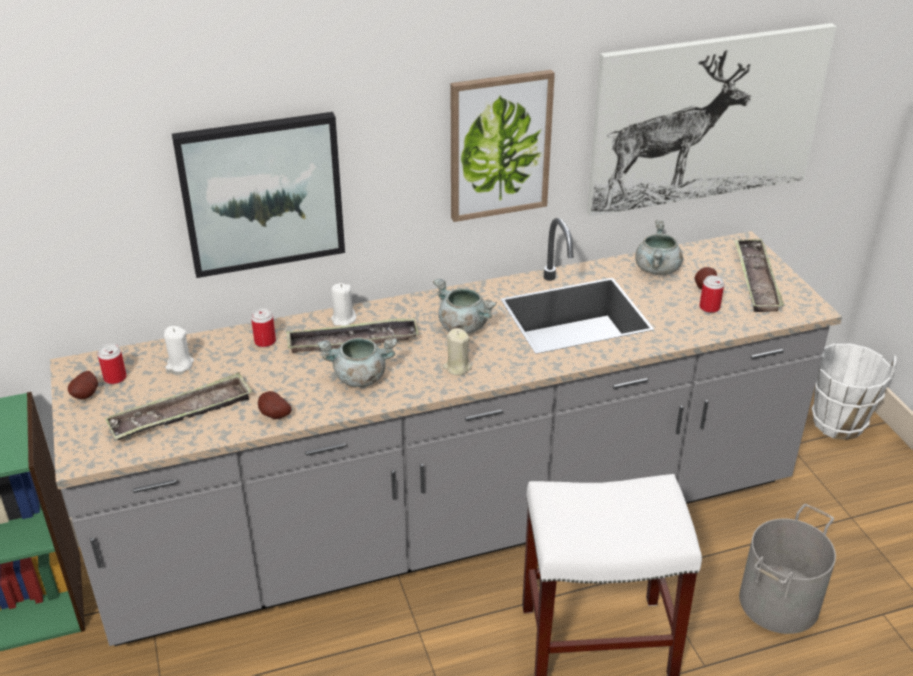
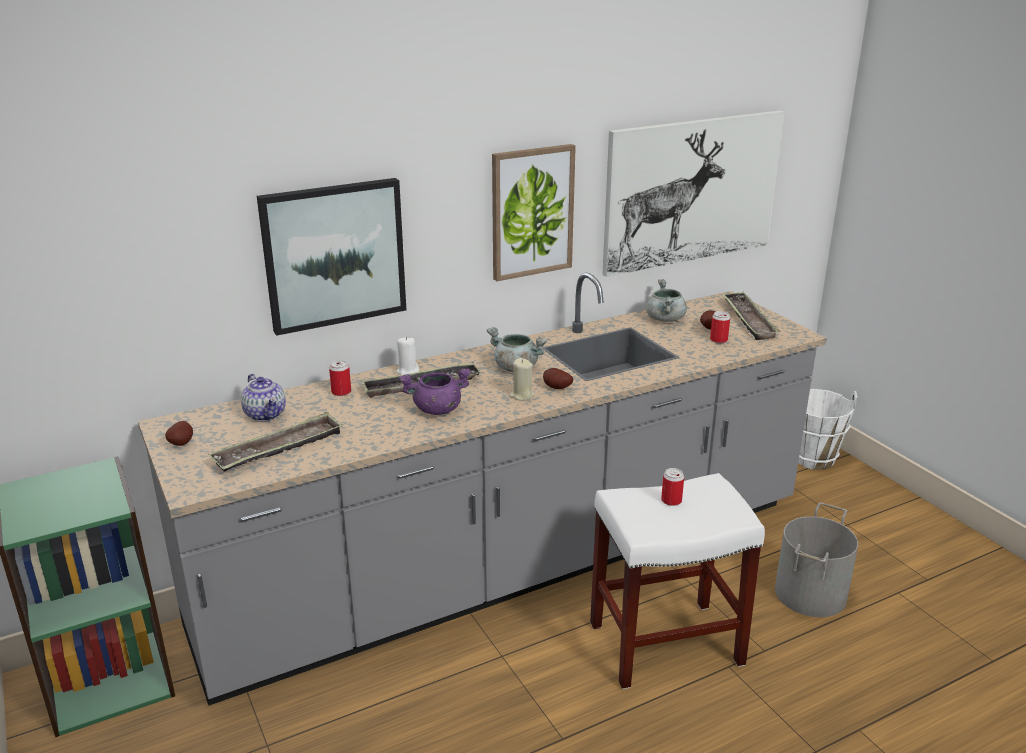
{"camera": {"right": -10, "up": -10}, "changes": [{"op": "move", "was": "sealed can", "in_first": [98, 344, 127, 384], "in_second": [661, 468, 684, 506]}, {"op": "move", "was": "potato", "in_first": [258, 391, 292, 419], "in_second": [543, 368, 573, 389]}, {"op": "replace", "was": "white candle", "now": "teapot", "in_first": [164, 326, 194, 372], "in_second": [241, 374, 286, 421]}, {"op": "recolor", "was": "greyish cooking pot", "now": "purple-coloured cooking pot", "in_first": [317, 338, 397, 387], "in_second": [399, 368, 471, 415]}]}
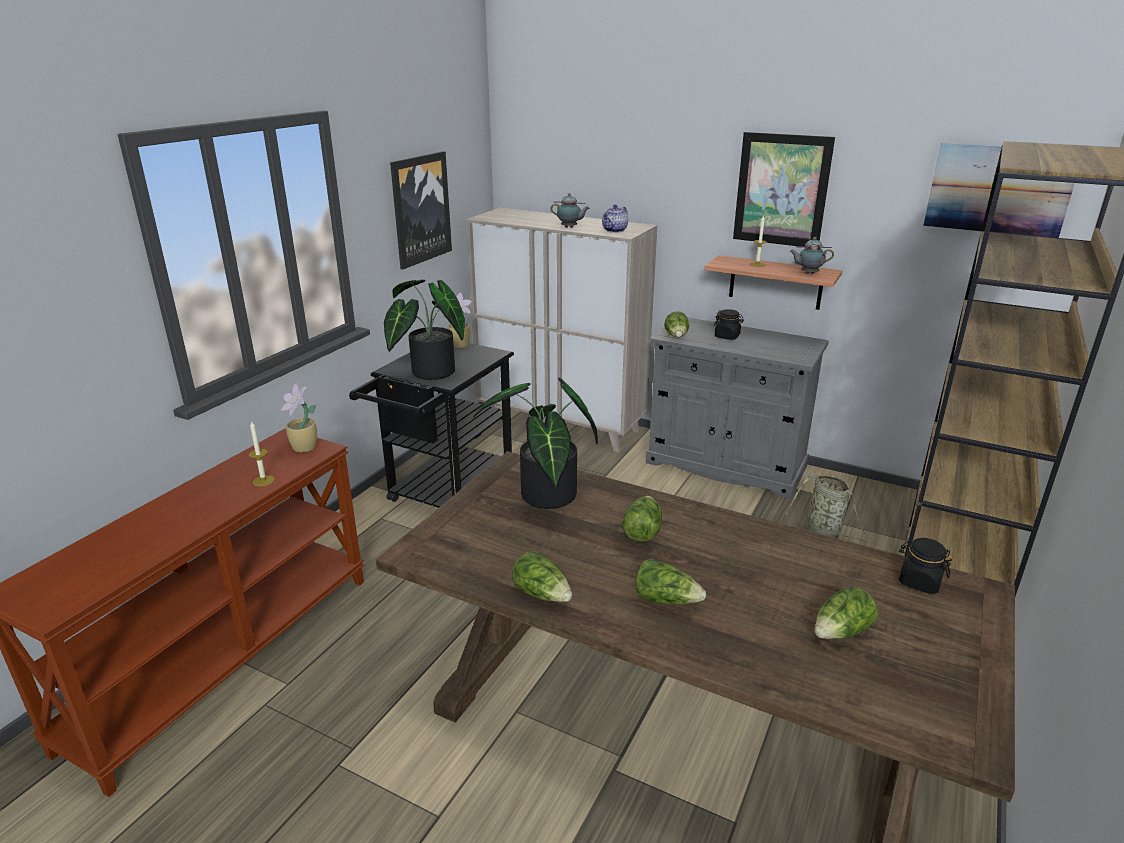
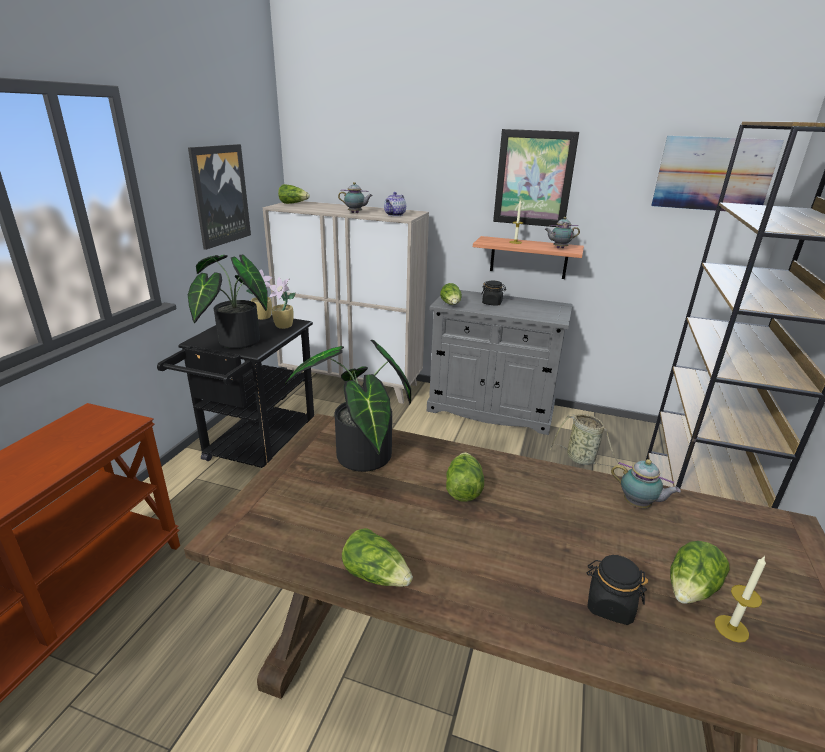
{"camera": {"right": -10, "up": 0}, "changes": [{"op": "insert", "now": "teapot", "in_second": [611, 459, 681, 508]}, {"op": "move", "was": "candle", "in_first": [249, 421, 275, 486], "in_second": [714, 555, 766, 643]}, {"op": "move", "was": "potted plant", "in_first": [280, 383, 317, 452], "in_second": [269, 277, 296, 329]}, {"op": "move", "was": "head of lettuce", "in_first": [636, 559, 706, 605], "in_second": [278, 184, 310, 204]}, {"op": "move", "was": "blackish storage jar", "in_first": [899, 538, 952, 594], "in_second": [587, 555, 648, 625]}]}
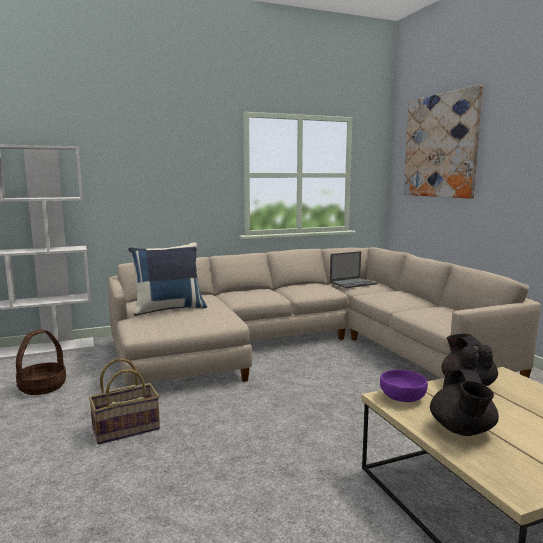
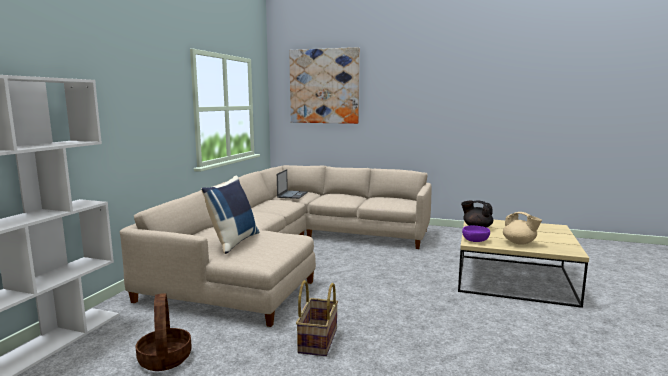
{"camera": {"right": -50, "up": 0}, "changes": [{"op": "recolor", "was": "blackish teapot", "now": "sand-coloured teapot", "in_first": [430, 369, 499, 436], "in_second": [503, 212, 542, 245]}]}
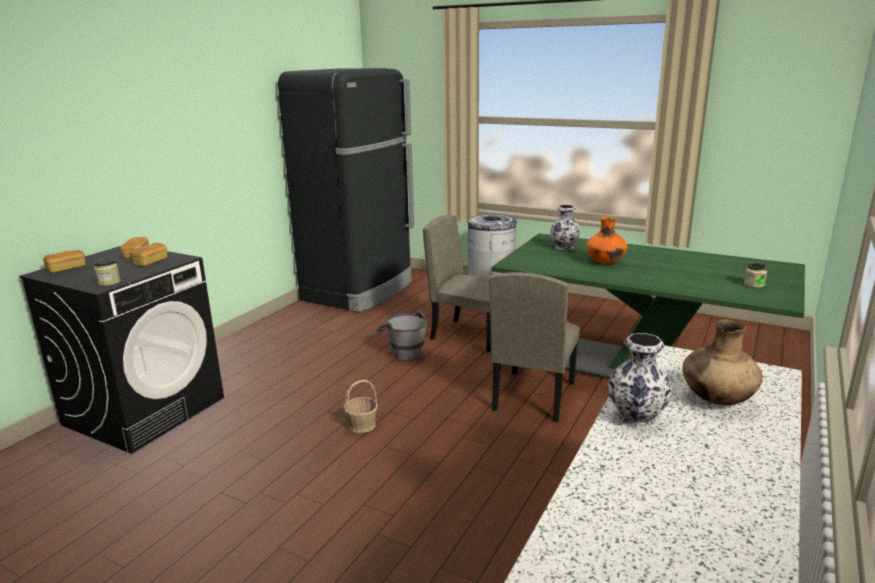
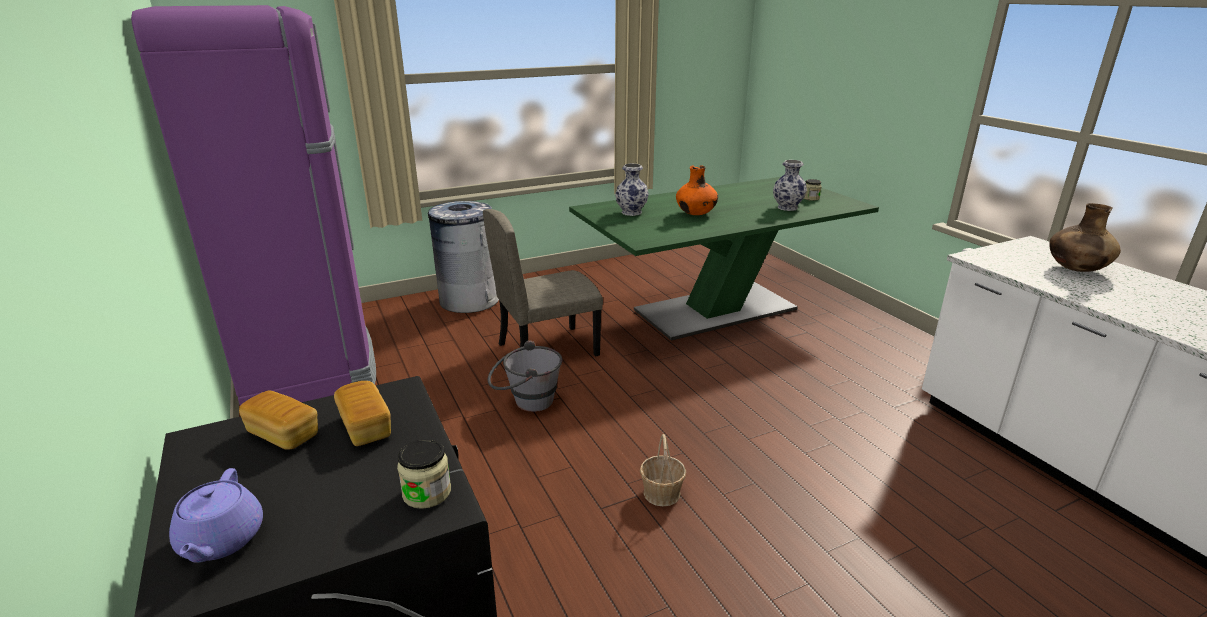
{"camera": {"right": -55, "up": 5}, "changes": [{"op": "delete", "was": "sand-coloured chair", "in_first": [490, 272, 580, 422]}, {"op": "move", "was": "vase", "in_first": [607, 333, 673, 429], "in_second": [773, 160, 807, 211]}, {"op": "replace", "was": "bakery bread", "now": "purple-coloured teapot", "in_first": [43, 250, 86, 273], "in_second": [169, 468, 263, 563]}, {"op": "recolor", "was": "blackish refrigerator", "now": "purple-coloured refrigerator", "in_first": [278, 68, 414, 312], "in_second": [131, 5, 376, 405]}]}
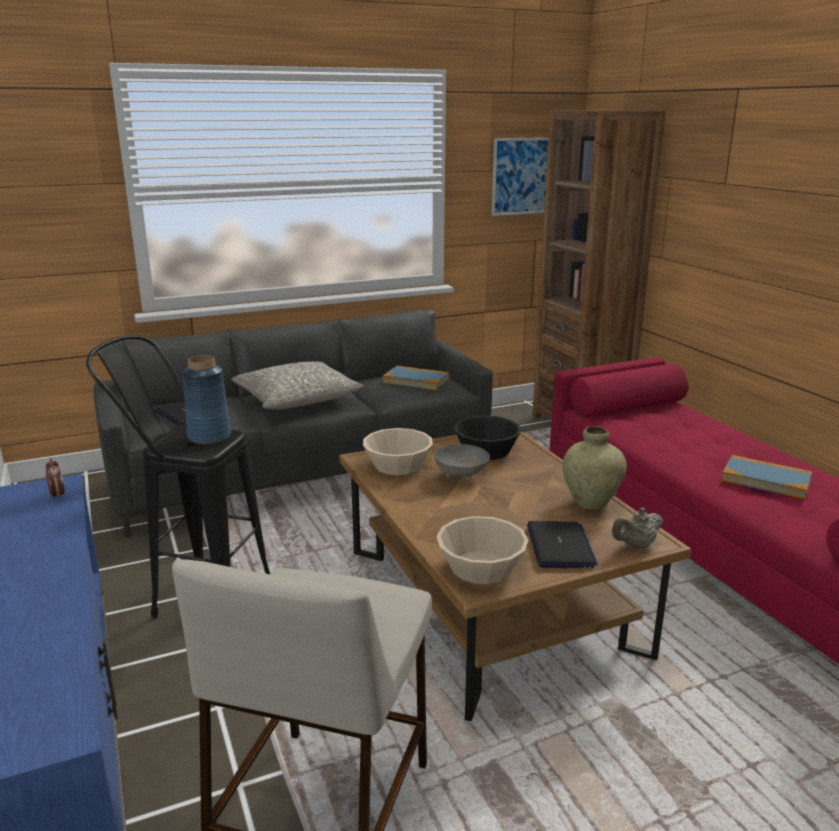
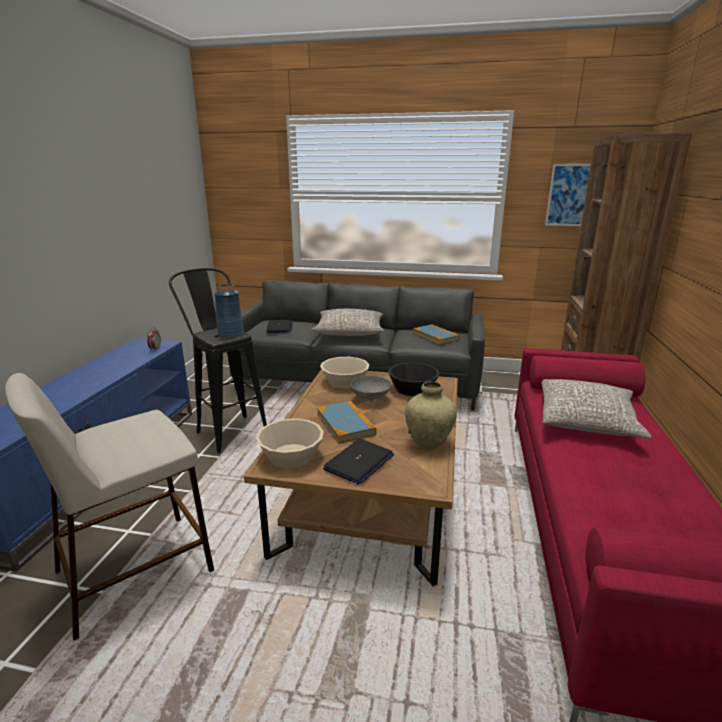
{"camera": {"right": 35, "up": 0}, "changes": [{"op": "delete", "was": "sand-coloured teapot", "in_first": [612, 508, 663, 548]}, {"op": "insert", "now": "greyish cushion", "in_second": [542, 379, 652, 439]}, {"op": "move", "was": "book", "in_first": [721, 455, 812, 499], "in_second": [317, 401, 377, 444]}]}
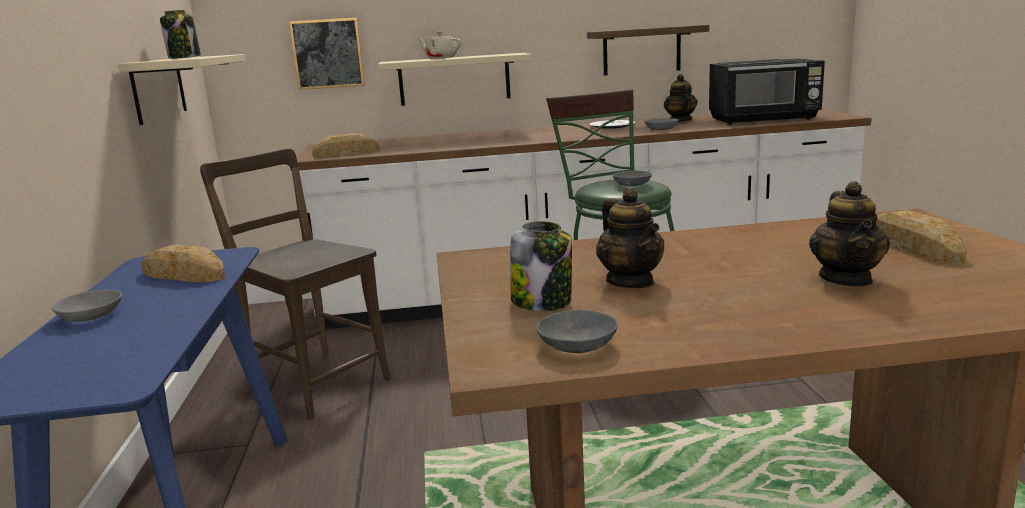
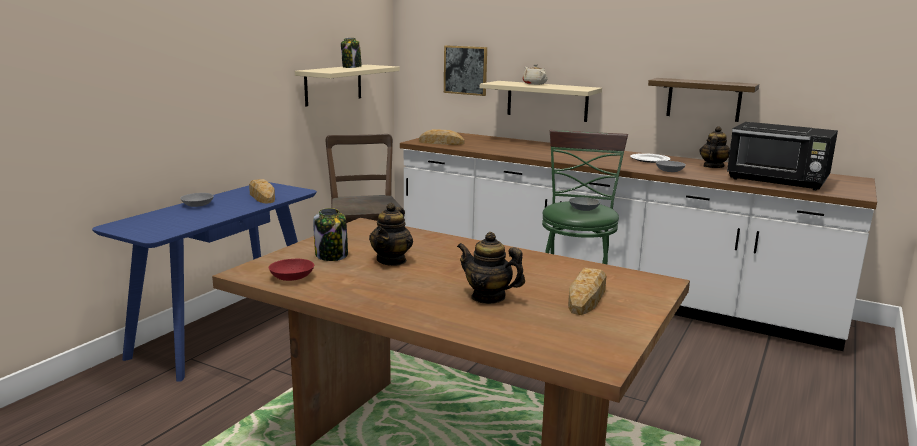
{"camera": {"right": 35, "up": 0}, "changes": [{"op": "recolor", "was": "greyish serving bowl", "now": "red-coloured serving bowl", "in_first": [536, 310, 618, 353], "in_second": [269, 259, 314, 281]}, {"op": "rotate", "was": "teapot", "in_first": [809, 181, 890, 287], "in_second": [457, 232, 525, 304], "clockwise": 75}]}
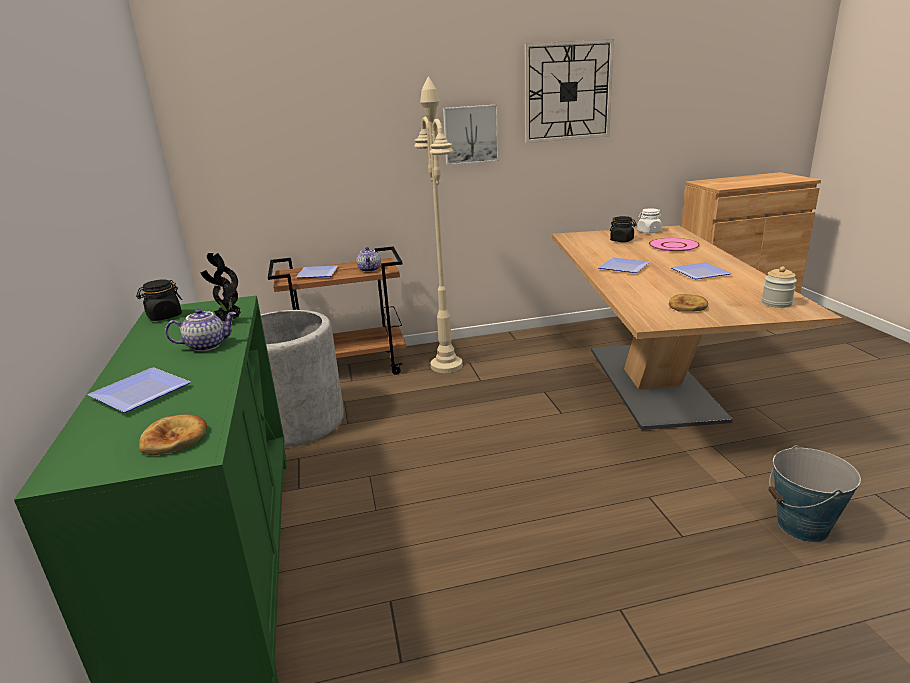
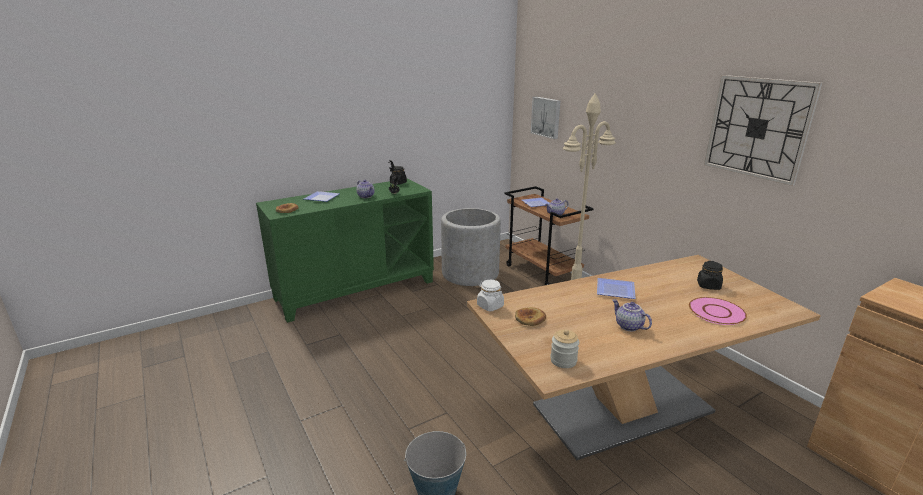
{"camera": {"right": 70, "up": 0}, "changes": [{"op": "move", "was": "wall picture", "in_first": [443, 105, 499, 165], "in_second": [531, 97, 560, 139]}, {"op": "move", "was": "white storage jar", "in_first": [637, 208, 662, 233], "in_second": [477, 280, 504, 311]}, {"op": "replace", "was": "dinner plate", "now": "teapot", "in_first": [671, 262, 732, 279], "in_second": [613, 299, 652, 331]}]}
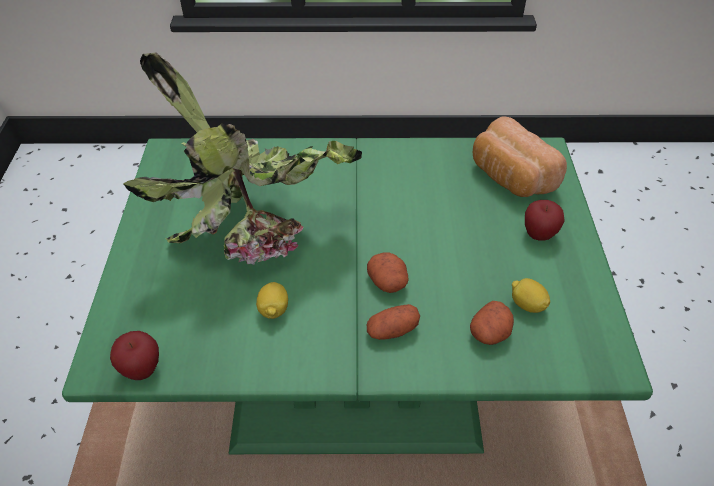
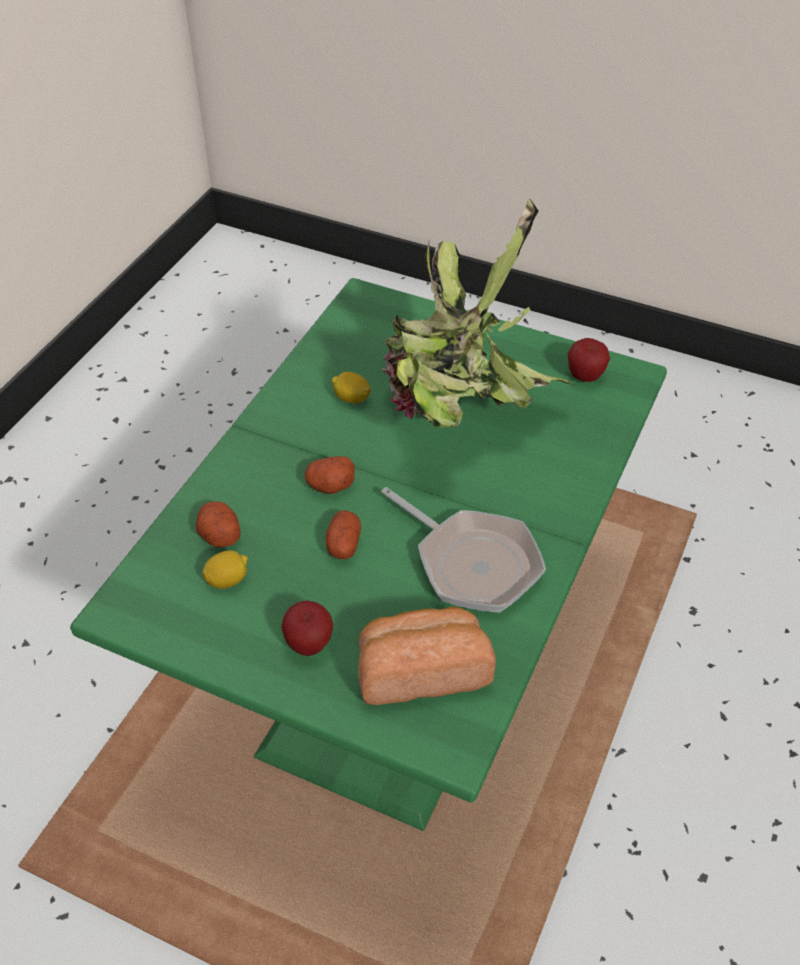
{"camera": {"right": 115, "up": 0}, "changes": [{"op": "insert", "now": "pan", "in_second": [381, 487, 546, 613]}, {"op": "move", "was": "apple fruit", "in_first": [110, 331, 159, 380], "in_second": [568, 338, 610, 382]}, {"op": "move", "was": "potato", "in_first": [367, 304, 420, 340], "in_second": [326, 511, 361, 559]}]}
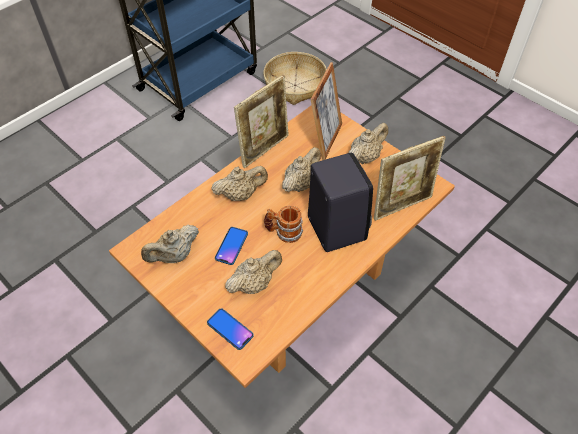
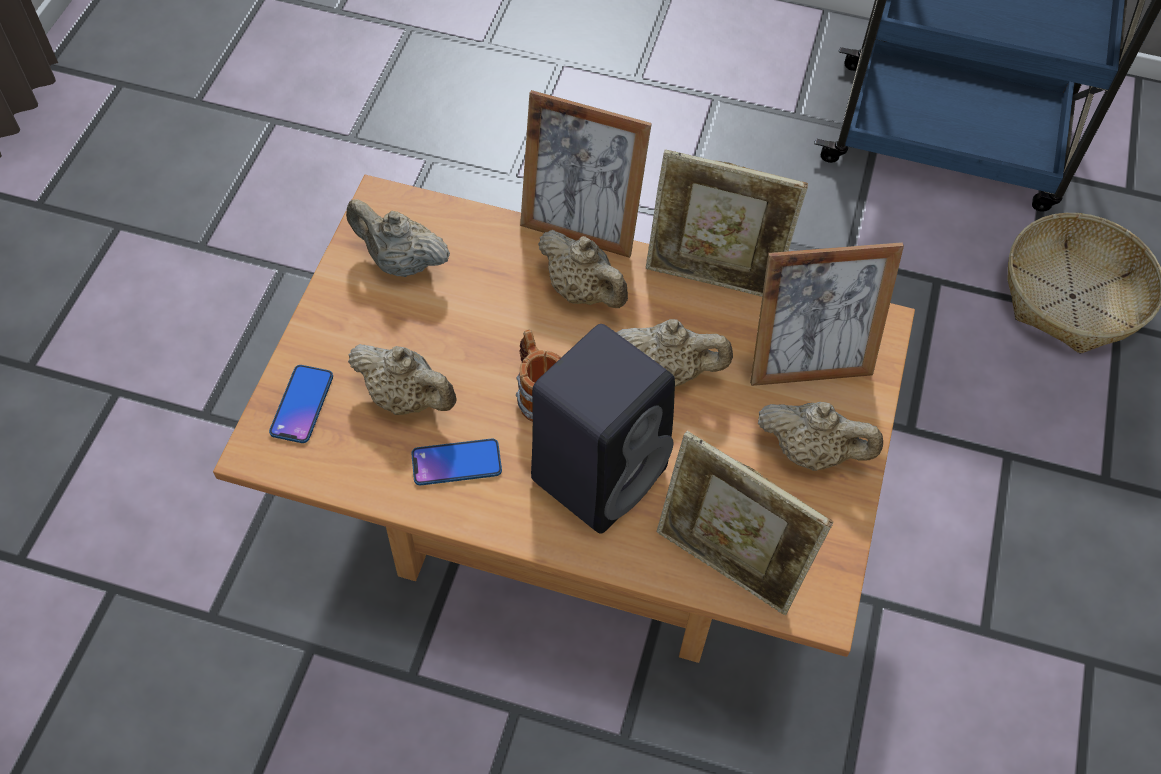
{"camera": {"right": 60, "up": 5}, "changes": [{"op": "insert", "now": "standing frame", "in_second": [520, 90, 652, 258]}, {"op": "move", "was": "telephone", "in_first": [215, 227, 248, 265], "in_second": [411, 439, 502, 485]}]}
